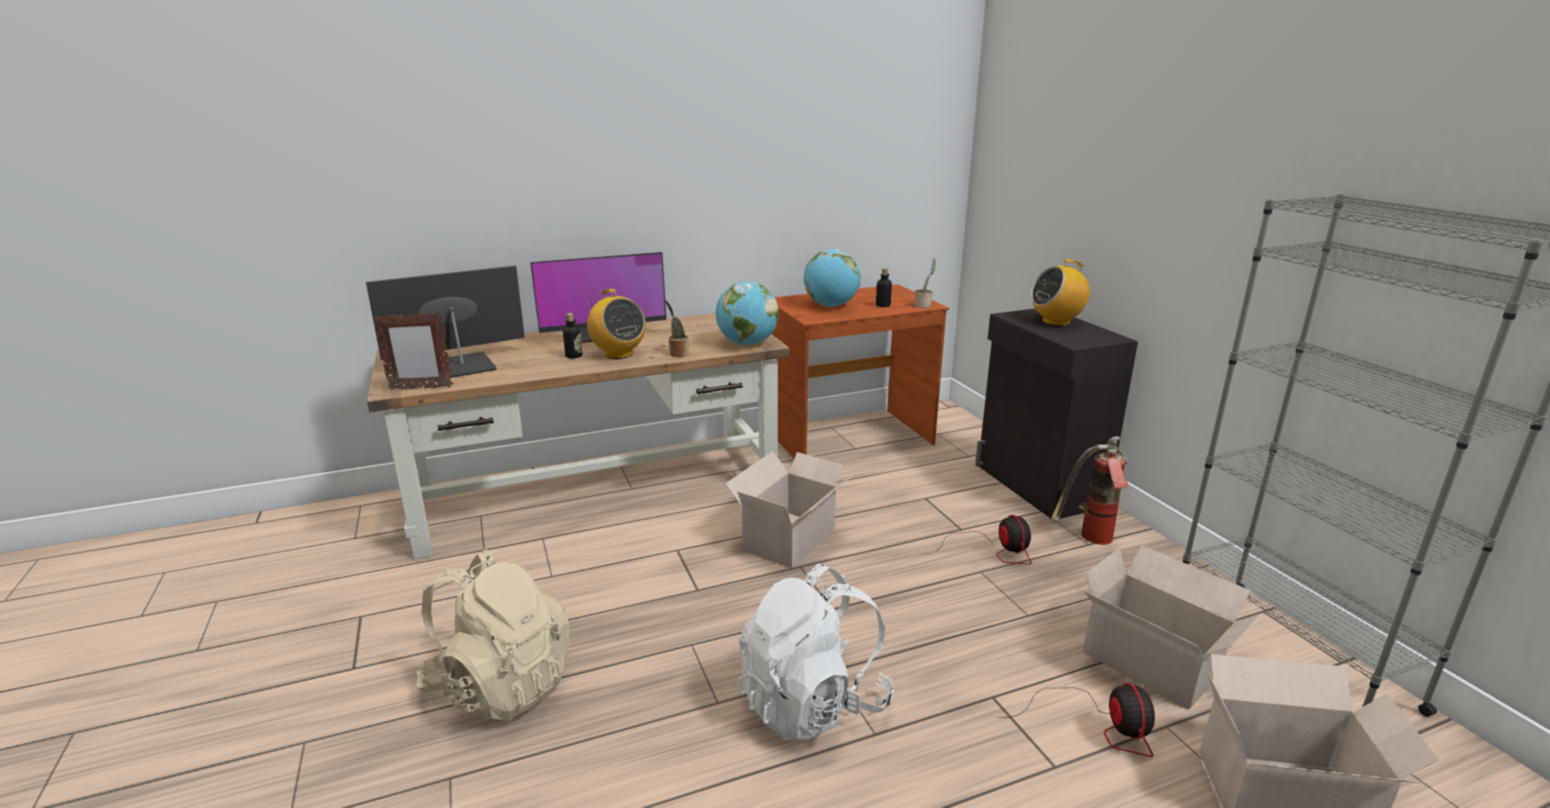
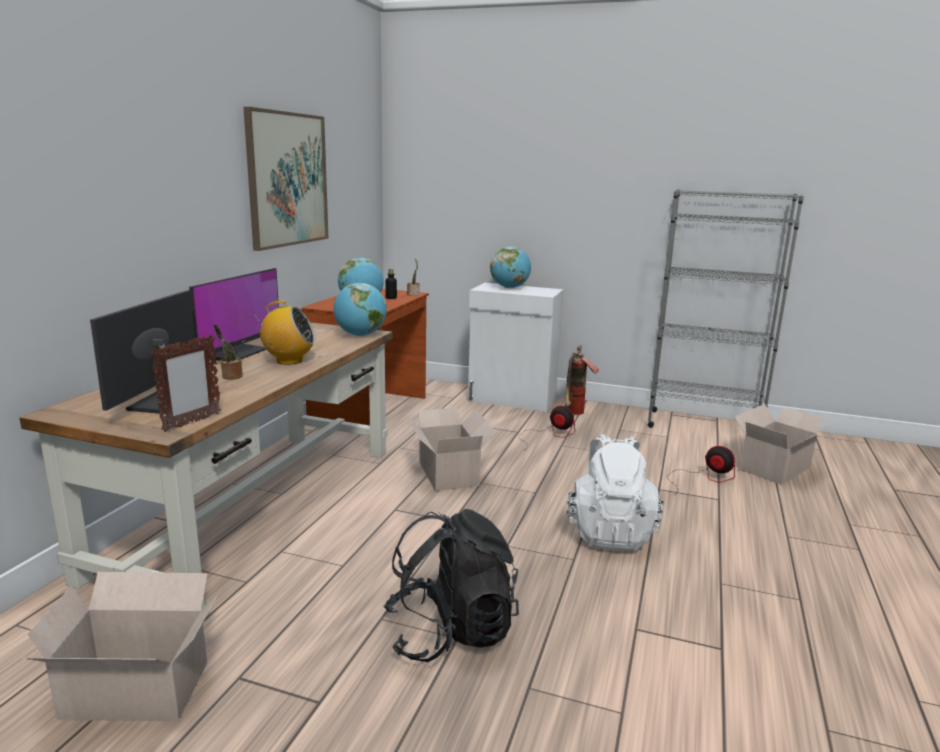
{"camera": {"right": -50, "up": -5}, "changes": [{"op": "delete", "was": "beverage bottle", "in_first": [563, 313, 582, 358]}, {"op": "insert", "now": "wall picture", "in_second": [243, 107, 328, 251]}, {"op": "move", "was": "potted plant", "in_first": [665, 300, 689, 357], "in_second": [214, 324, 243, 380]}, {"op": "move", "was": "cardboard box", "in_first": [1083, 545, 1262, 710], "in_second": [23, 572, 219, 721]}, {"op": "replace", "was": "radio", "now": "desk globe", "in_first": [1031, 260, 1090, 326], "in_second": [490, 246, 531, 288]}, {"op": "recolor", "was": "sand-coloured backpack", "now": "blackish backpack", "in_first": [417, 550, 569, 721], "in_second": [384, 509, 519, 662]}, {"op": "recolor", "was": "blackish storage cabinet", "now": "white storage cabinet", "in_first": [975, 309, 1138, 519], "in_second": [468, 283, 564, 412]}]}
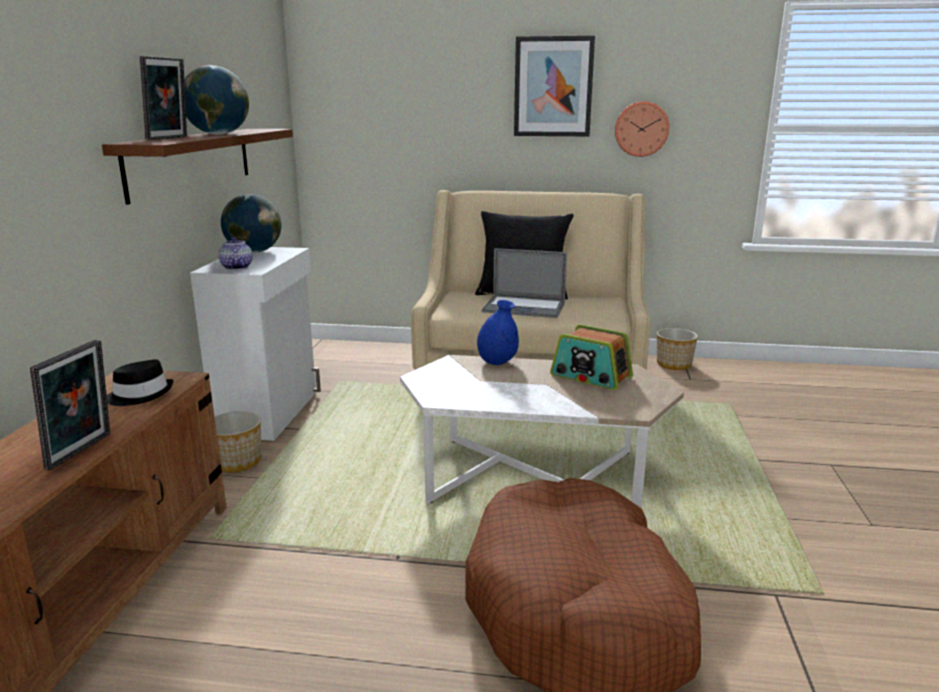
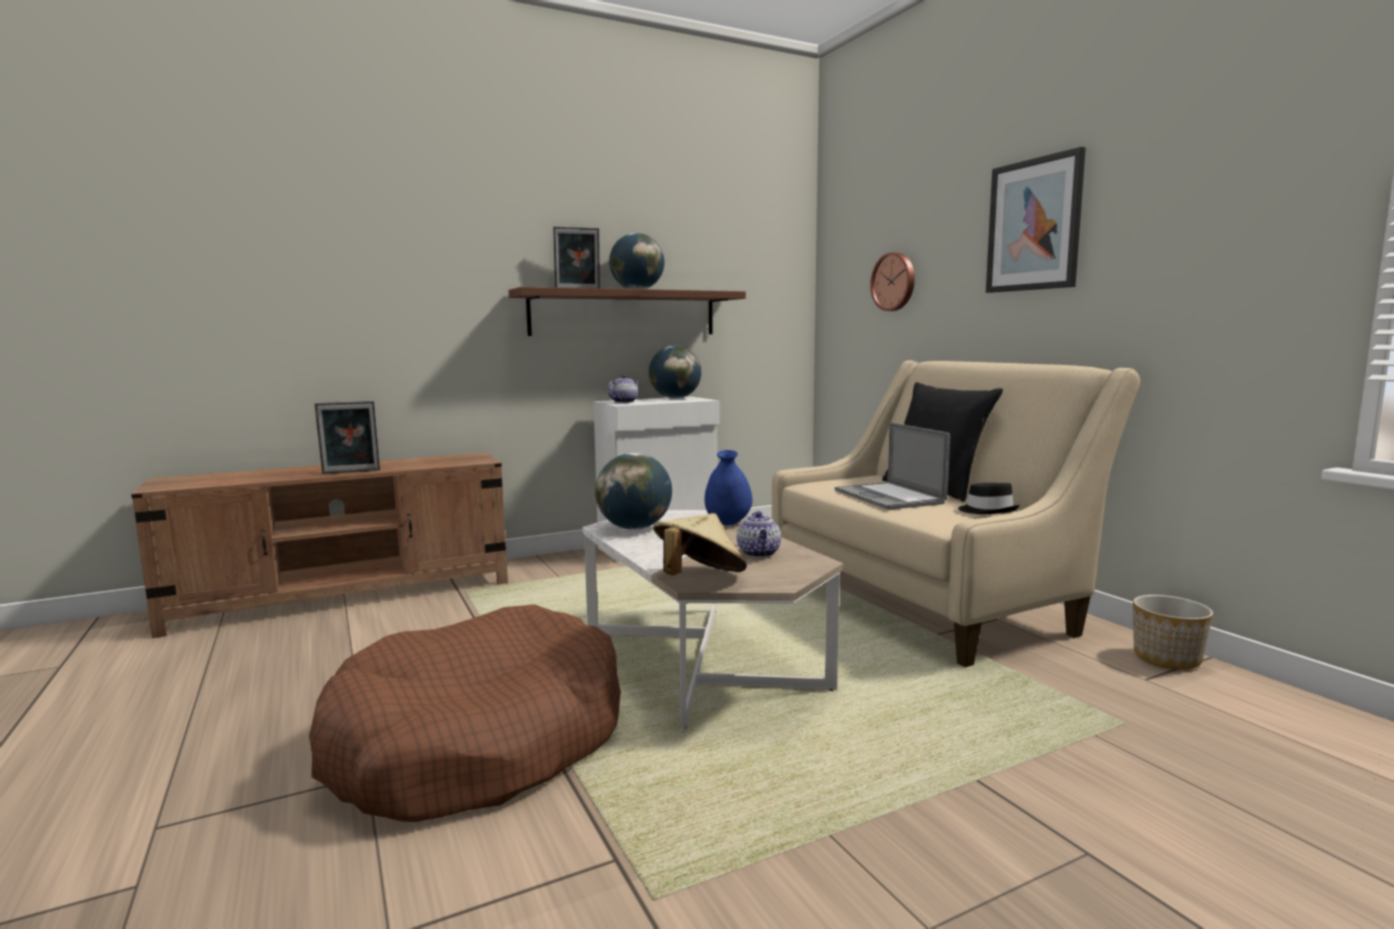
{"camera": {"right": 55, "up": -10}, "changes": [{"op": "delete", "was": "flower pot", "in_first": [215, 411, 261, 472]}, {"op": "insert", "now": "desk globe", "in_second": [595, 453, 672, 530]}, {"op": "insert", "now": "sand-coloured clothing hat", "in_second": [653, 513, 747, 575]}, {"op": "move", "was": "blackish clothing hat", "in_first": [107, 359, 174, 406], "in_second": [958, 483, 1020, 514]}, {"op": "move", "was": "wall clock", "in_first": [615, 101, 669, 157], "in_second": [870, 252, 915, 311]}, {"op": "replace", "was": "radio", "now": "teapot", "in_first": [550, 324, 633, 390], "in_second": [737, 511, 781, 557]}]}
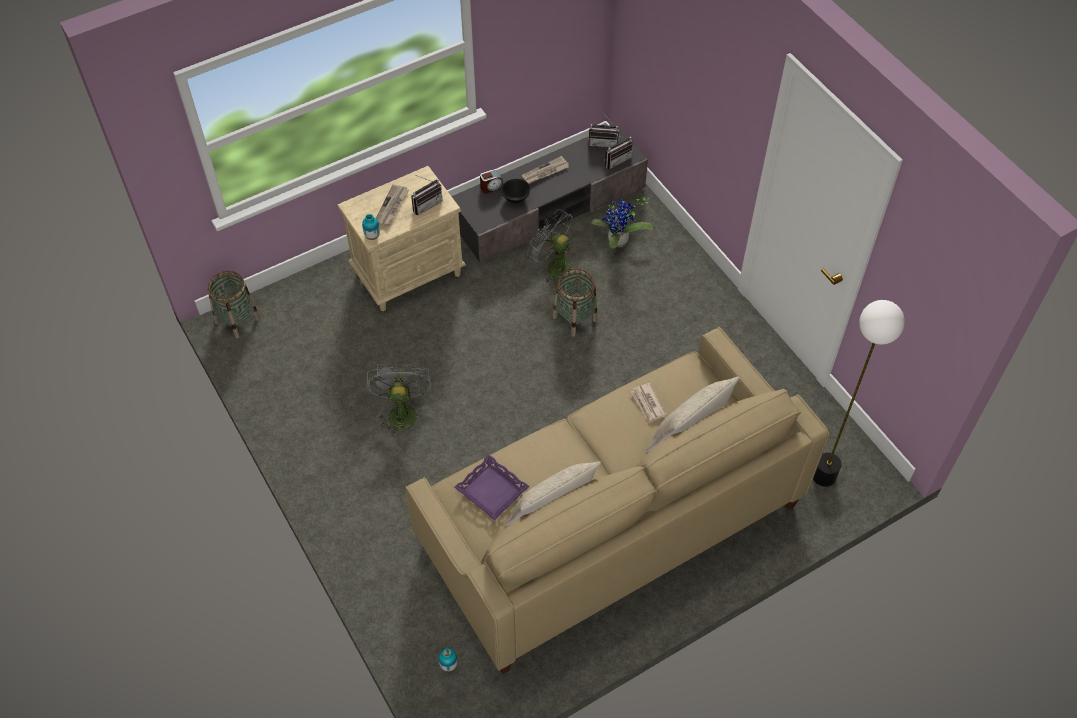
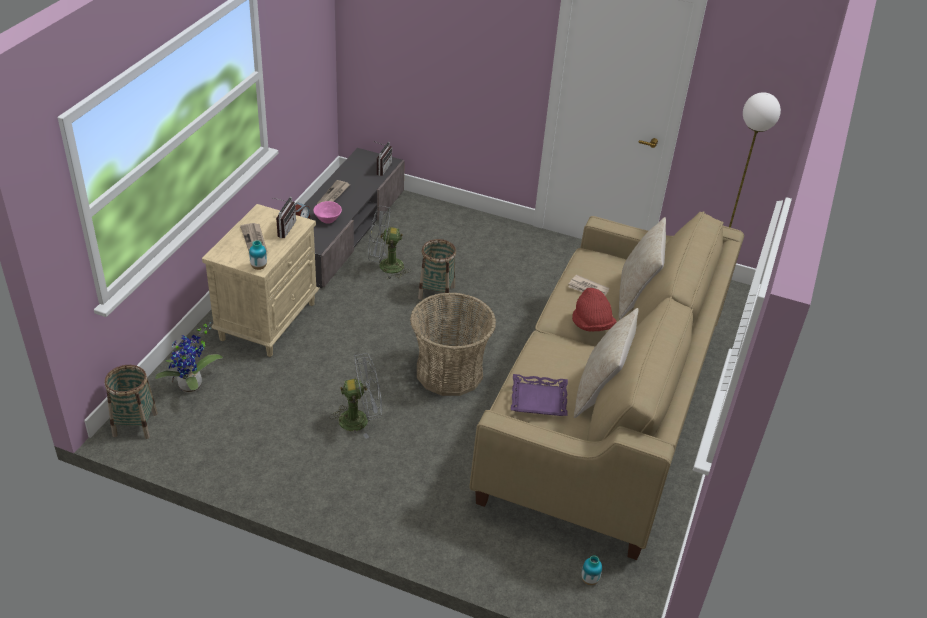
{"camera": {"right": -40, "up": -15}, "changes": [{"op": "delete", "was": "radio", "in_first": [589, 113, 619, 147]}, {"op": "insert", "now": "household basket", "in_second": [410, 292, 496, 396]}, {"op": "insert", "now": "red-coloured clothing hat", "in_second": [572, 288, 616, 332]}, {"op": "move", "was": "potted plant", "in_first": [591, 197, 653, 248], "in_second": [155, 322, 223, 393]}, {"op": "recolor", "was": "blackish serving bowl", "now": "pink serving bowl", "in_first": [501, 179, 530, 203], "in_second": [313, 201, 342, 224]}, {"op": "rotate", "was": "greyish cooling fan", "in_first": [366, 361, 432, 437], "in_second": [329, 353, 382, 439], "clockwise": 120}]}
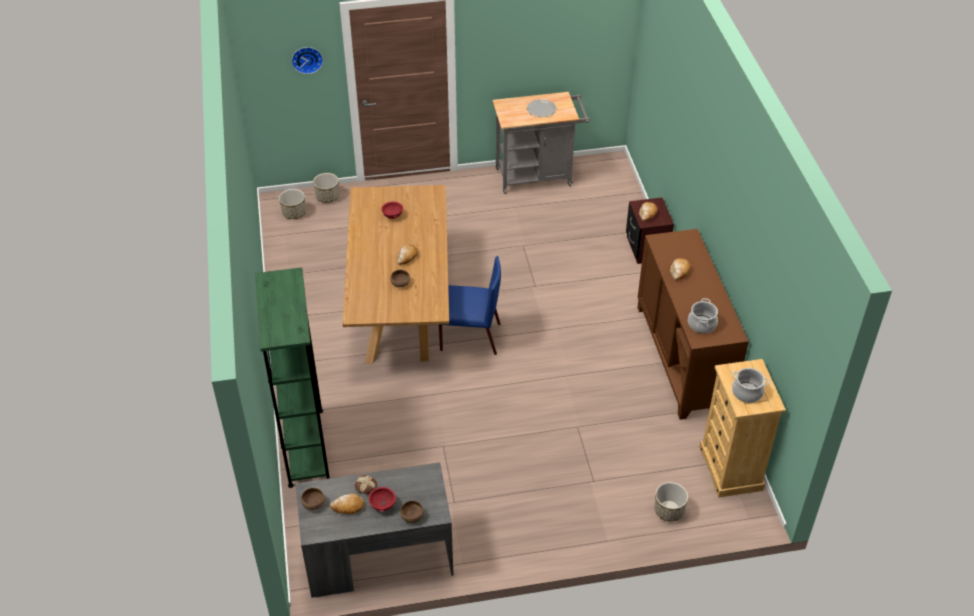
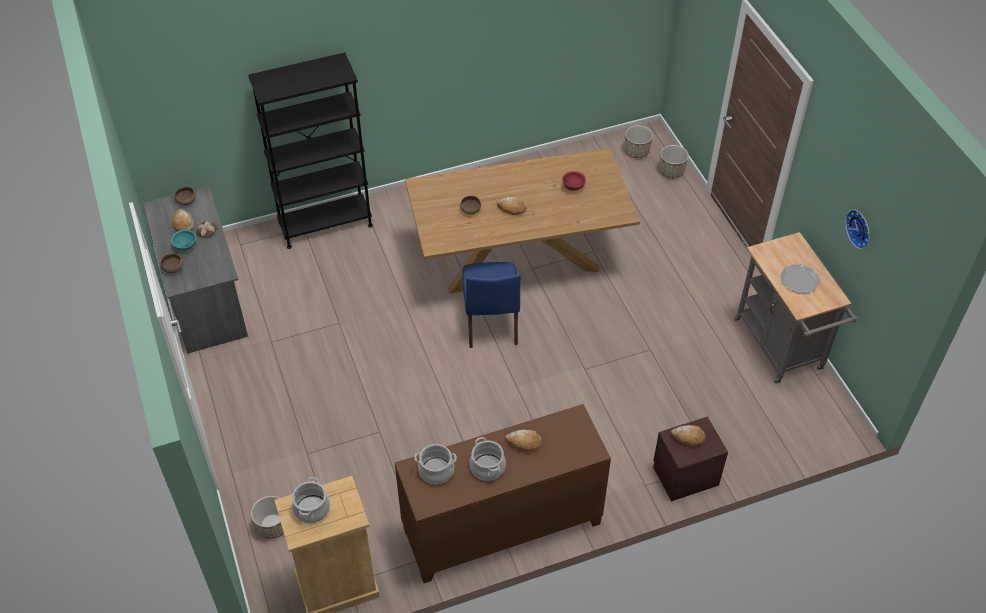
{"camera": {"right": 80, "up": 5}, "changes": [{"op": "insert", "now": "cooking pot", "in_second": [470, 437, 506, 481]}, {"op": "move", "was": "wall clock", "in_first": [292, 47, 323, 74], "in_second": [845, 209, 870, 249]}, {"op": "recolor", "was": "green-coloured bookshelf", "now": "blackish bookshelf", "in_first": [255, 267, 330, 488], "in_second": [248, 52, 373, 249]}, {"op": "recolor", "was": "red-coloured serving bowl", "now": "turquoise-coloured serving bowl", "in_first": [369, 487, 396, 512], "in_second": [171, 230, 198, 251]}]}
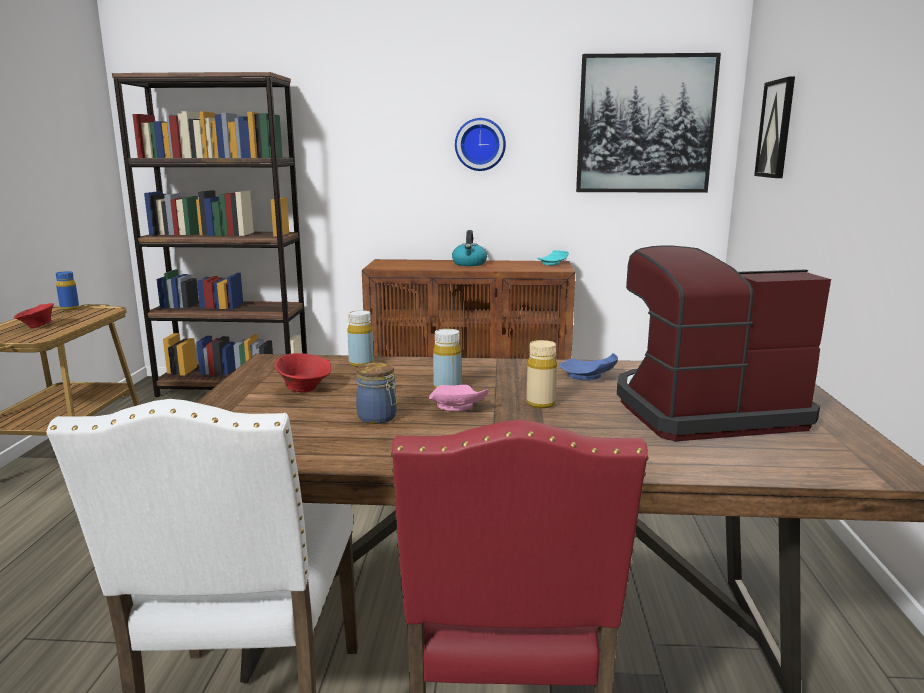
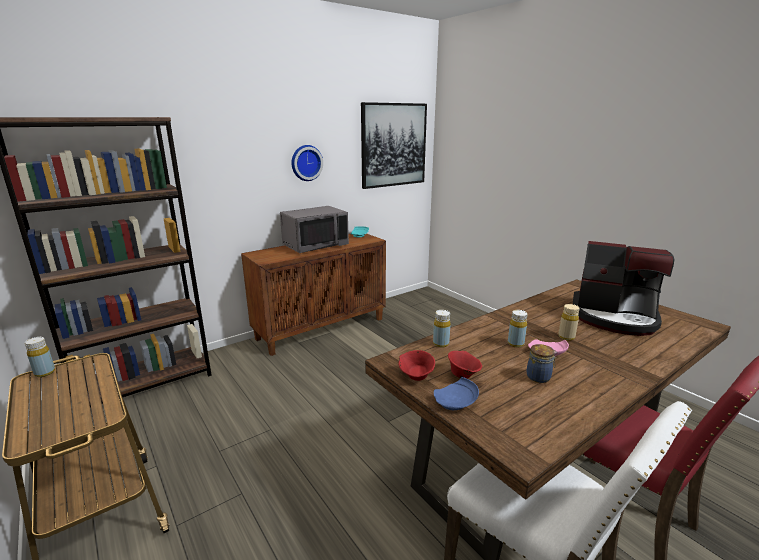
{"camera": {"right": -40, "up": 5}, "changes": [{"op": "delete", "was": "wall picture", "in_first": [754, 77, 795, 178]}, {"op": "move", "was": "red-coloured serving bowl", "in_first": [14, 303, 54, 328], "in_second": [399, 350, 435, 381]}, {"op": "move", "was": "blue-coloured dinner plate", "in_first": [559, 353, 618, 381], "in_second": [434, 377, 479, 410]}, {"op": "replace", "was": "kettle", "now": "greyish microwave oven", "in_first": [452, 230, 487, 266], "in_second": [280, 206, 349, 253]}, {"op": "recolor", "was": "blue-coloured beverage bottle", "now": "yellow-coloured beverage bottle", "in_first": [56, 271, 79, 310], "in_second": [25, 337, 55, 377]}, {"op": "rotate", "was": "coffee maker", "in_first": [617, 245, 831, 441], "in_second": [573, 241, 674, 336], "clockwise": -105}]}
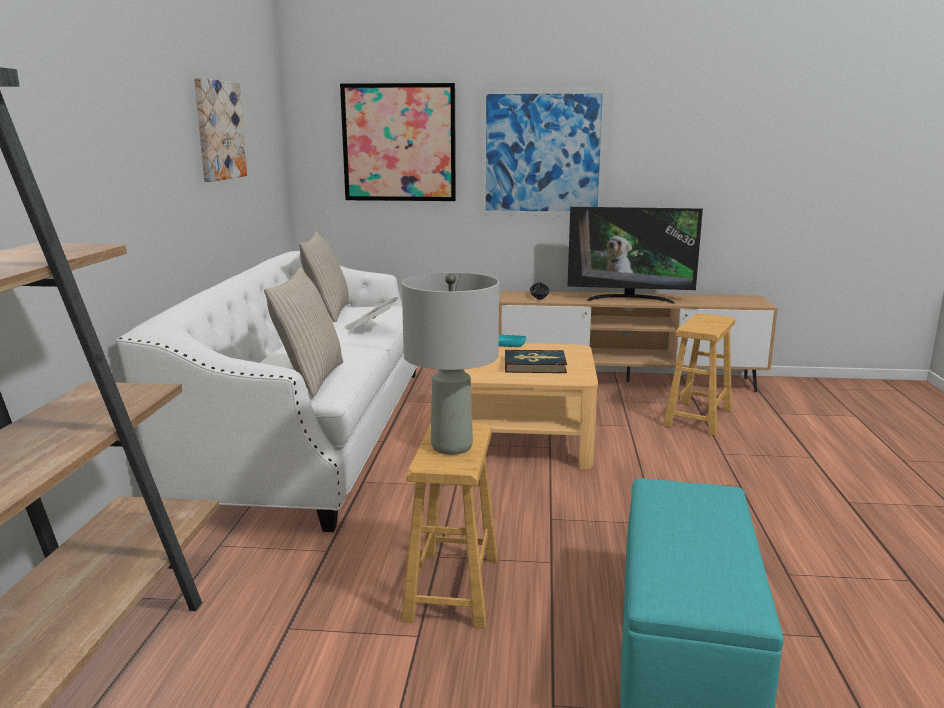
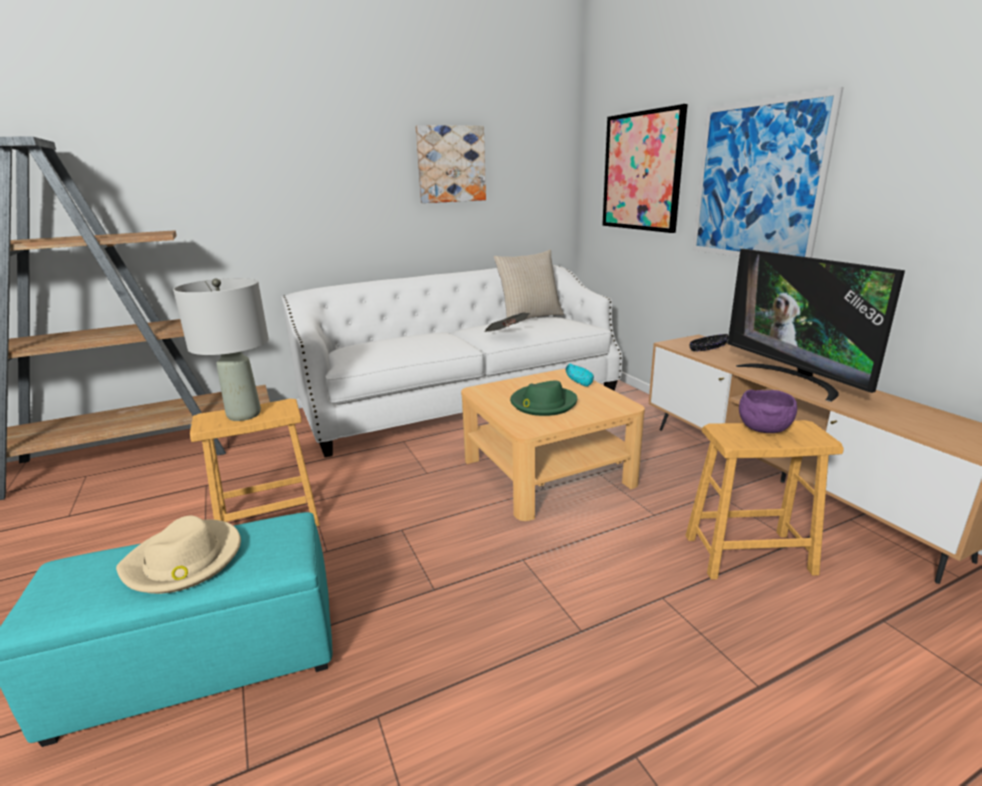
{"camera": {"right": 60, "up": 5}, "changes": [{"op": "delete", "was": "sand-coloured cushion", "in_first": [264, 267, 343, 397]}, {"op": "insert", "now": "sand-coloured clothing hat", "in_second": [116, 515, 241, 594]}, {"op": "insert", "now": "purple-coloured serving bowl", "in_second": [739, 390, 797, 433]}, {"op": "replace", "was": "book", "now": "green-coloured clothing hat", "in_first": [505, 350, 567, 373], "in_second": [510, 381, 577, 416]}]}
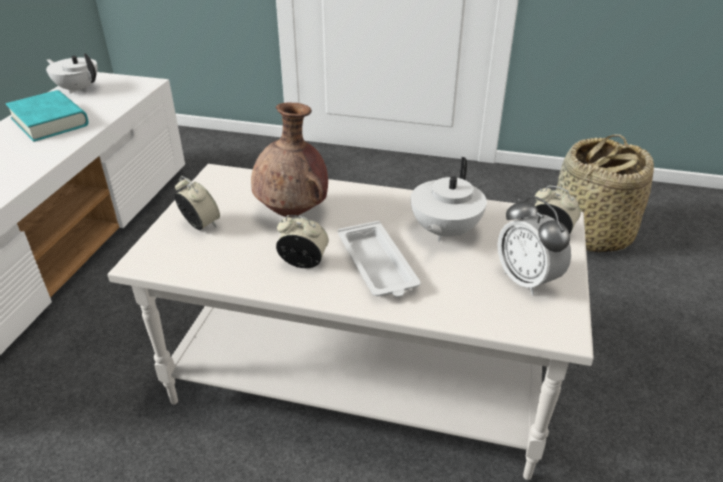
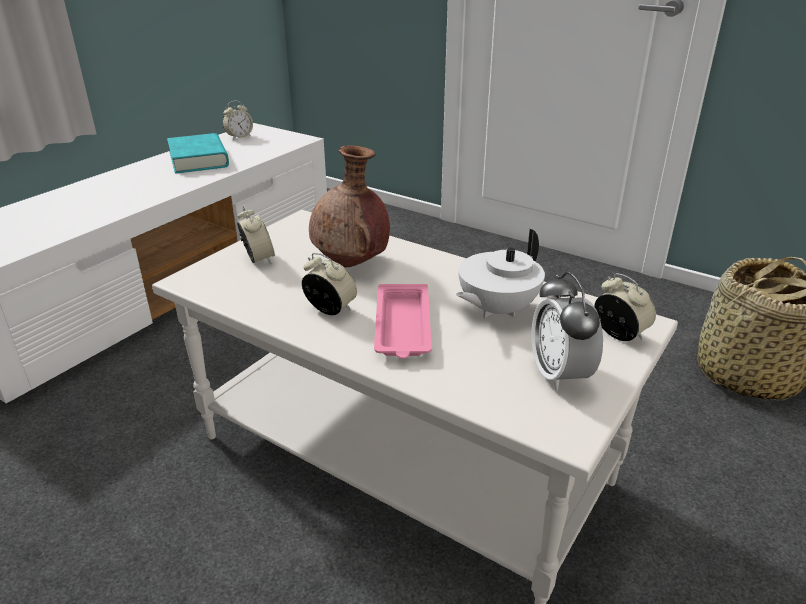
{"camera": {"right": 20, "up": -5}, "changes": [{"op": "replace", "was": "white teapot", "now": "table clock", "in_first": [46, 53, 98, 94], "in_second": [223, 101, 253, 140]}, {"op": "recolor", "was": "white tray", "now": "pink tray", "in_first": [338, 221, 421, 297], "in_second": [374, 284, 432, 359]}]}
